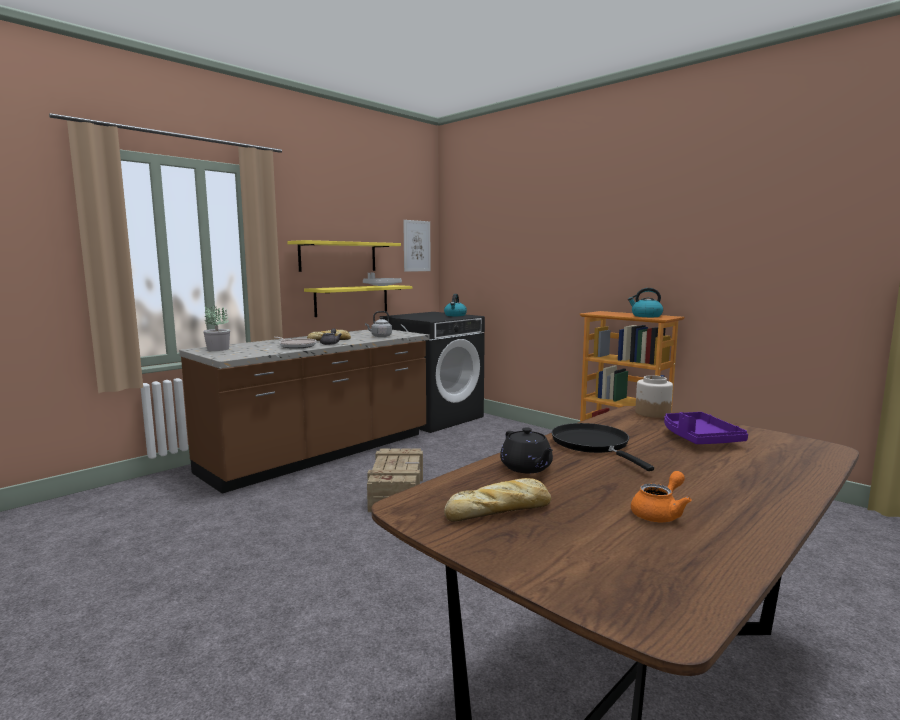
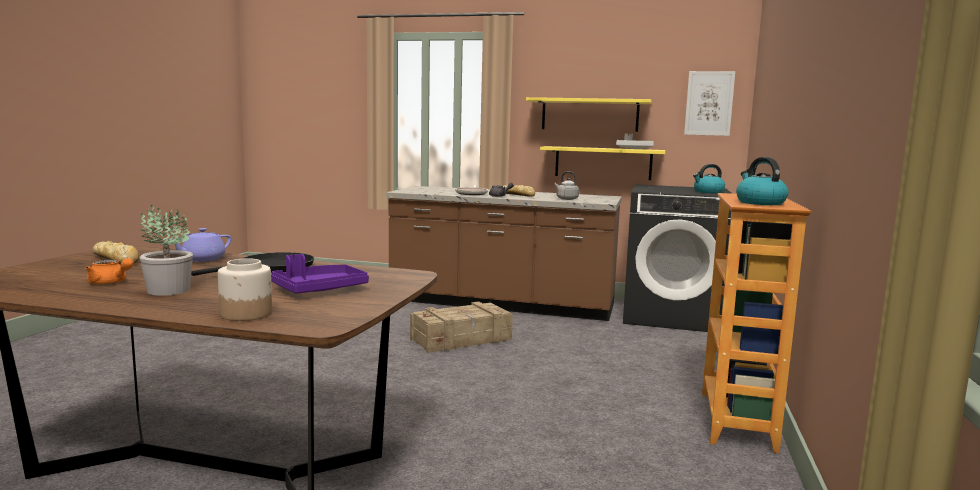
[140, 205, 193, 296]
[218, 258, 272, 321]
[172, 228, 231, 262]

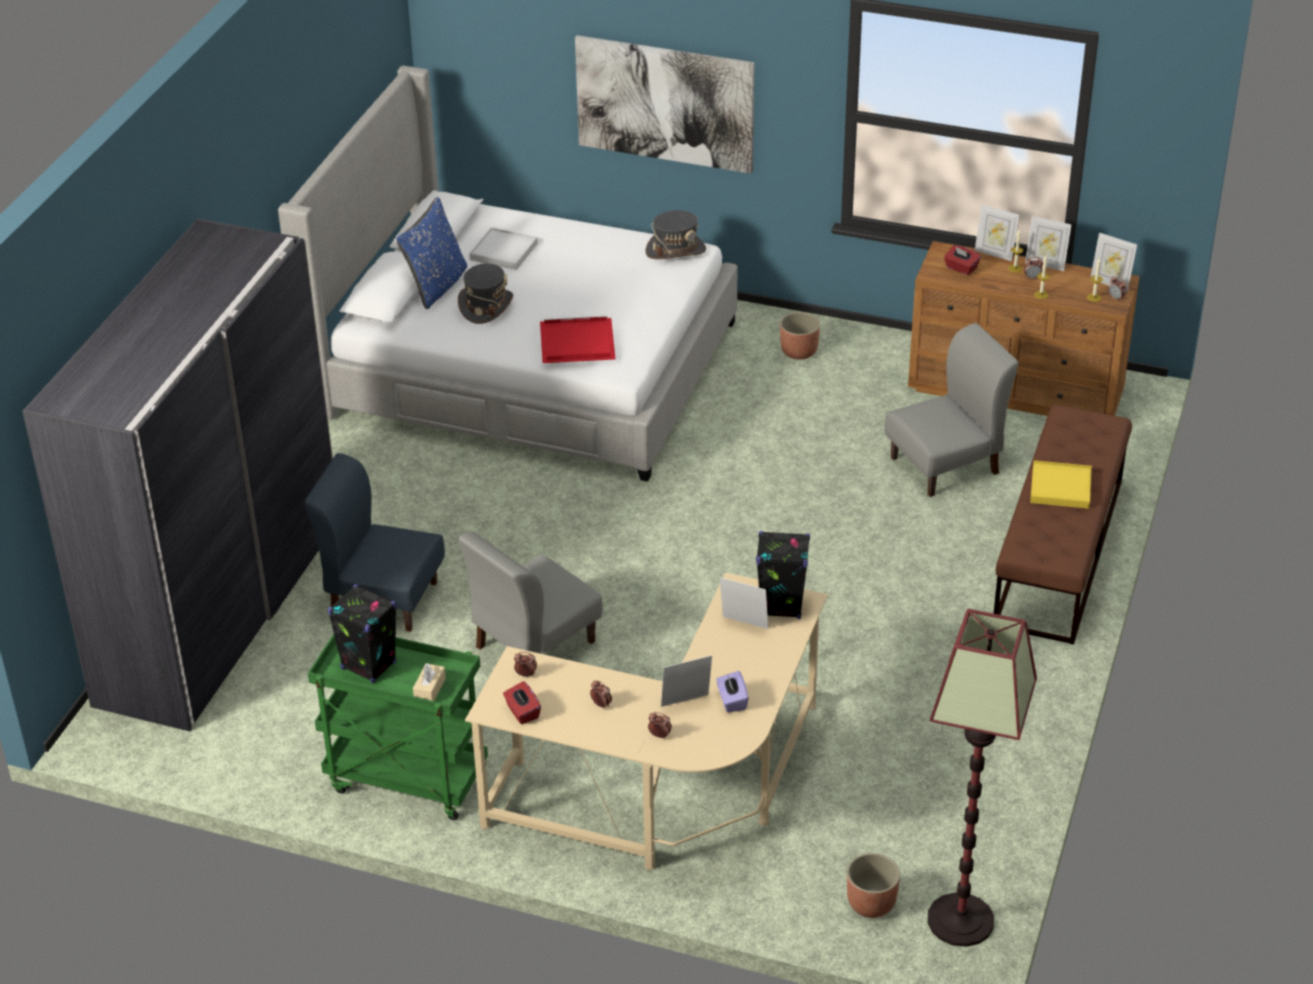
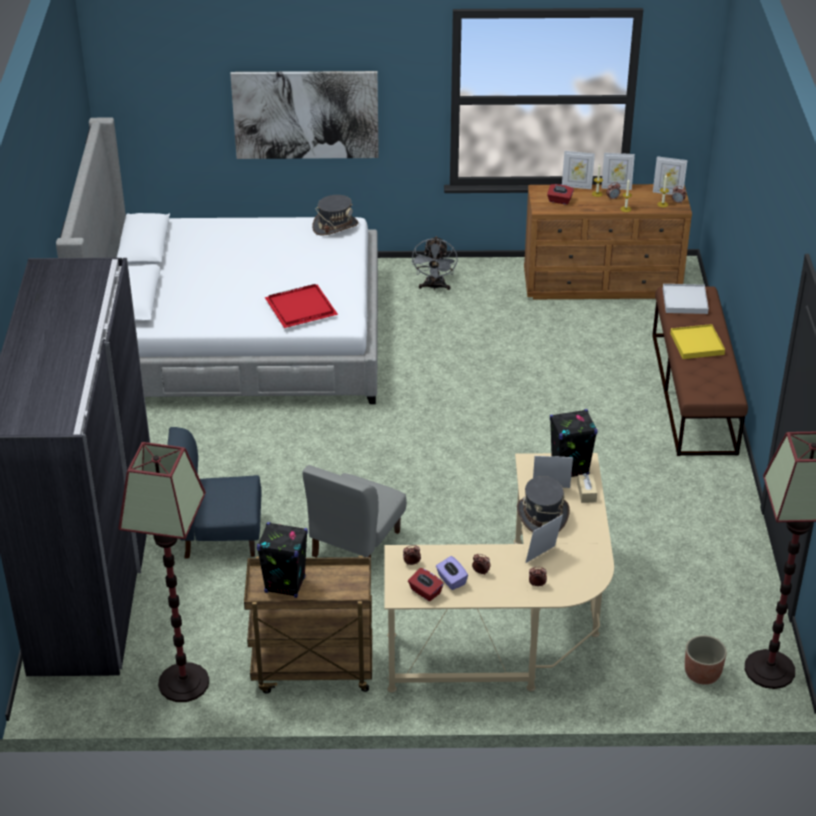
[396, 197, 467, 309] (first image)
[885, 323, 1018, 497] (first image)
[118, 442, 209, 702]
[577, 473, 597, 503]
[517, 476, 570, 533]
[663, 284, 709, 314]
[436, 556, 468, 590]
[412, 236, 458, 290]
[244, 556, 372, 693]

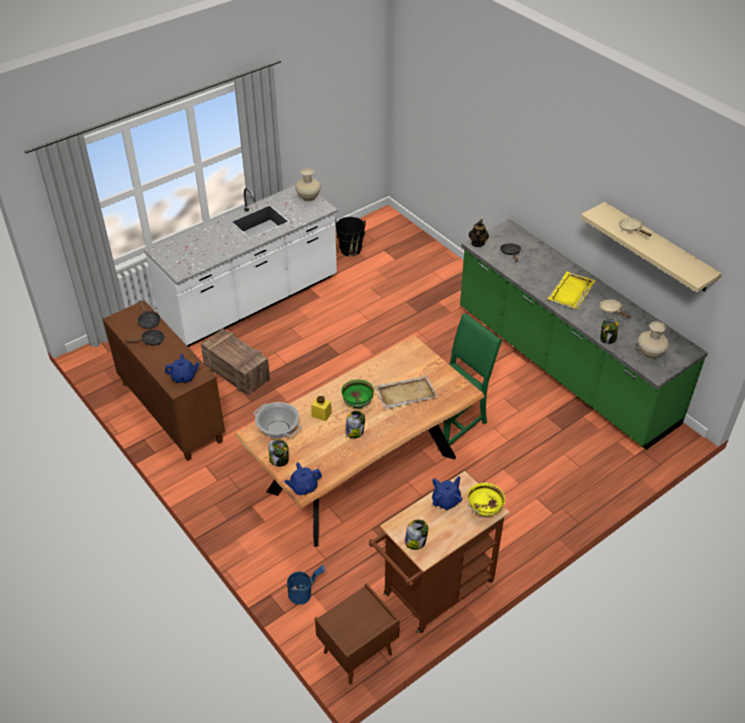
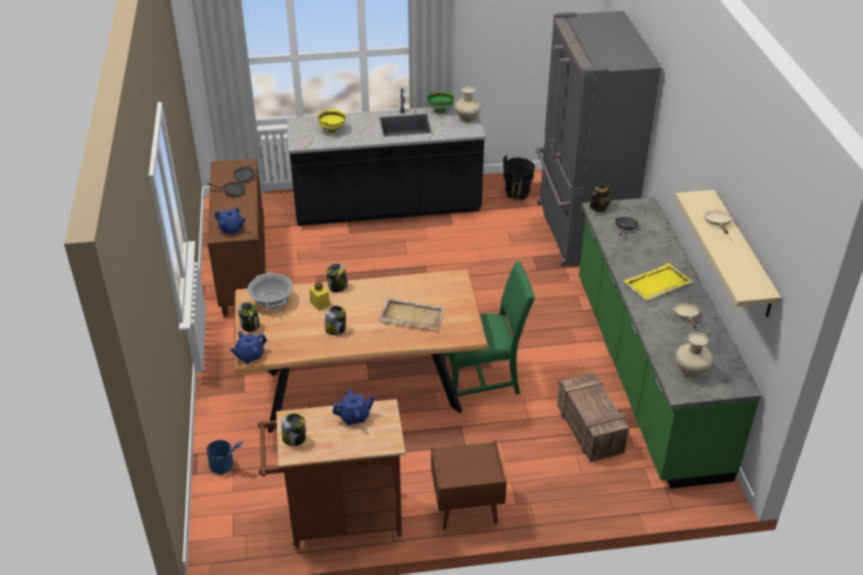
[535, 11, 661, 266]
[557, 372, 629, 462]
[431, 440, 507, 530]
[427, 90, 455, 113]
[317, 109, 346, 133]
[326, 264, 348, 292]
[286, 88, 486, 226]
[230, 331, 267, 364]

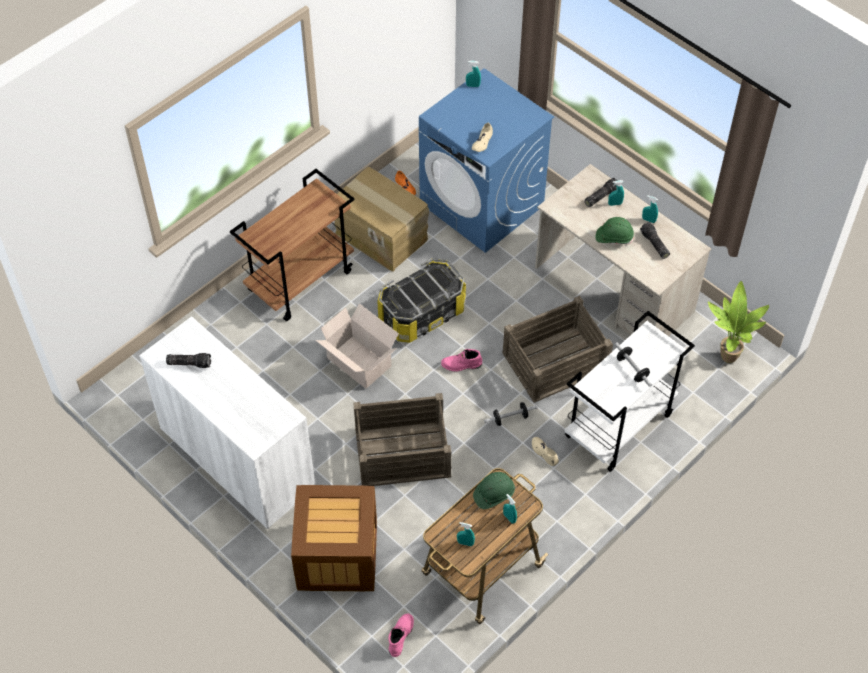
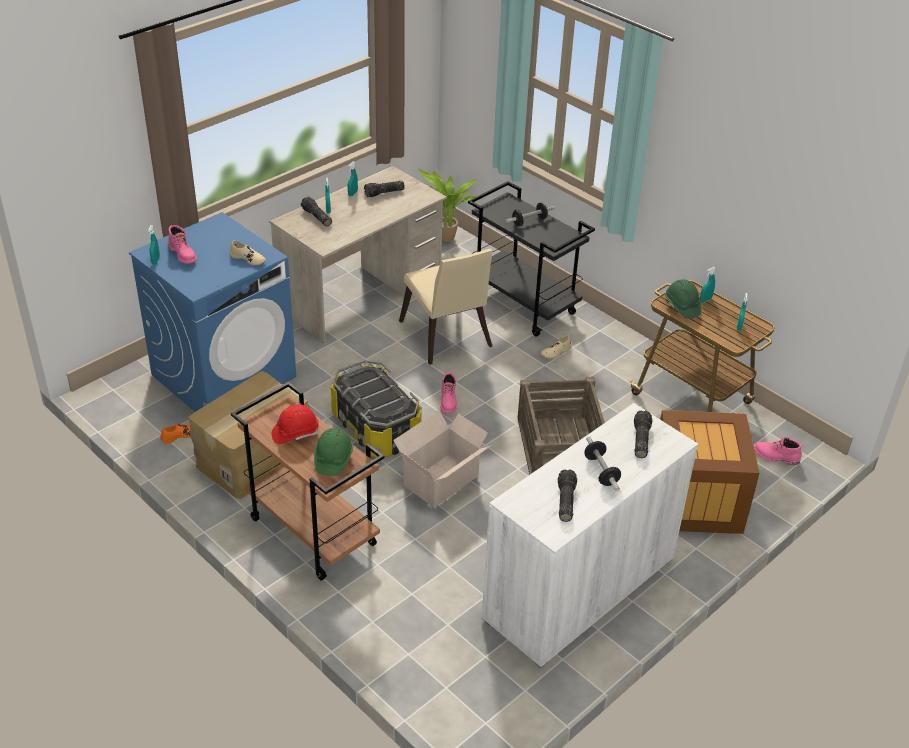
[168, 225, 197, 263]
[271, 404, 319, 444]
[634, 410, 653, 458]
[584, 436, 621, 492]
[314, 428, 353, 476]
[399, 249, 493, 365]
[468, 181, 595, 336]

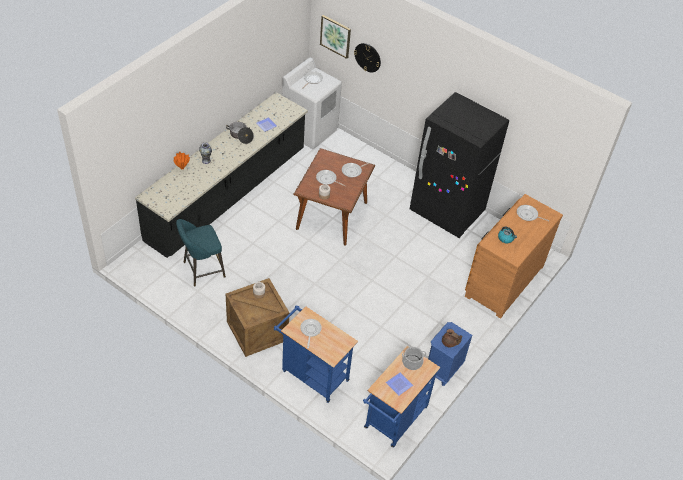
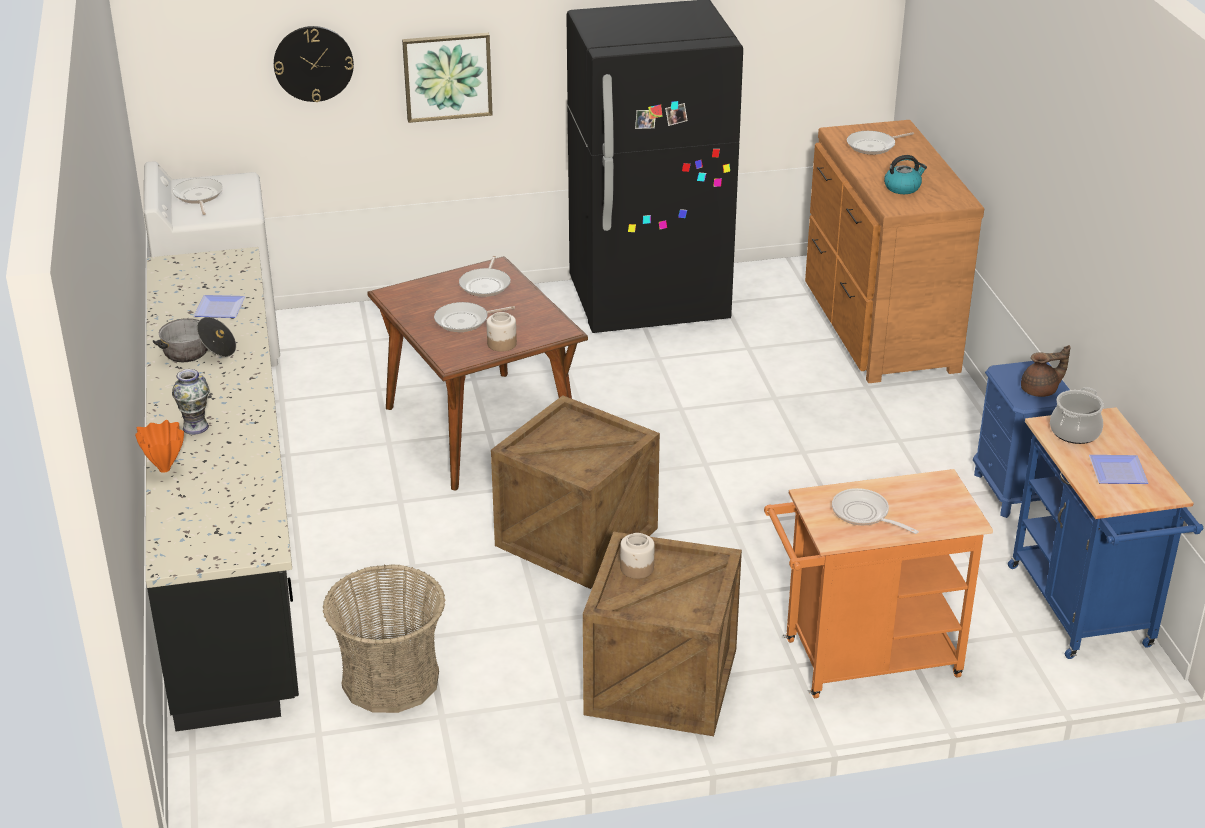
[491, 395, 660, 589]
[402, 33, 493, 123]
[323, 564, 446, 713]
[764, 469, 993, 698]

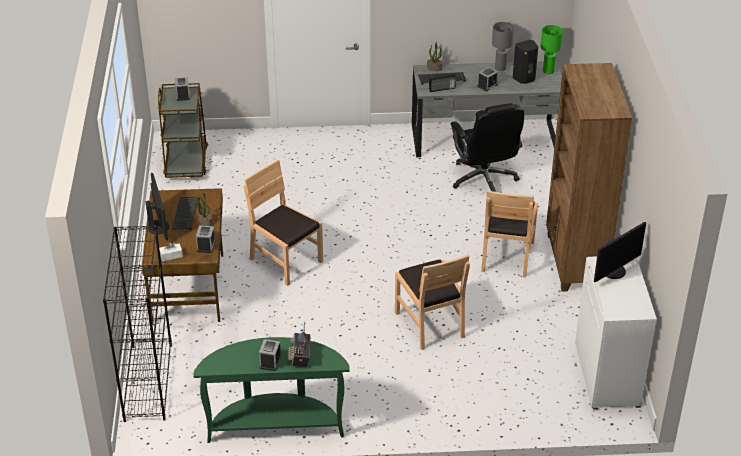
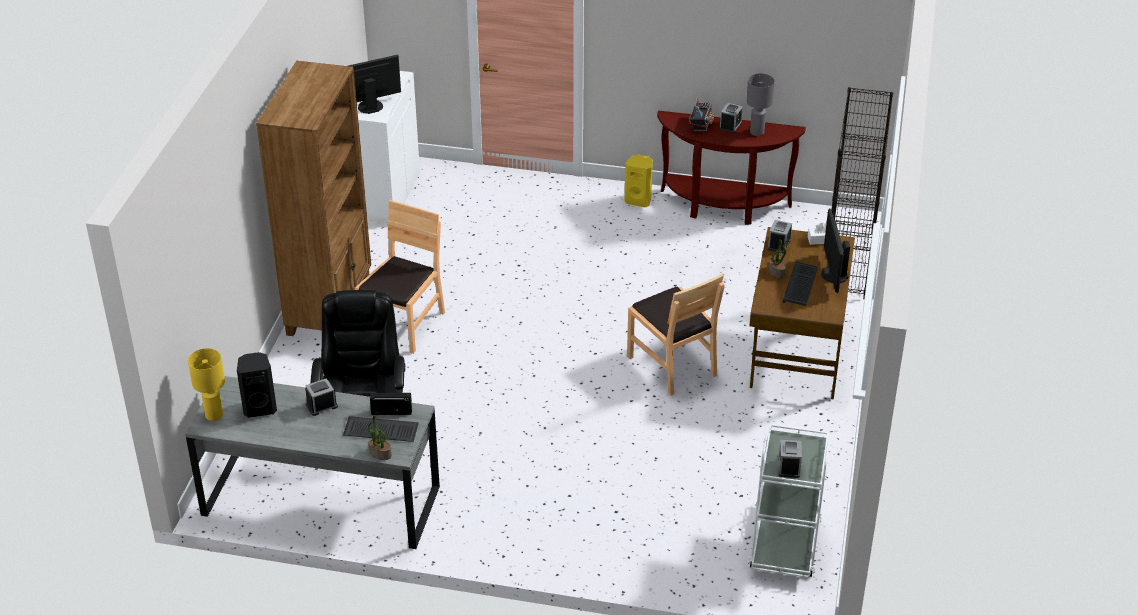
[395, 254, 470, 350] (first image)
[625, 155, 653, 207]
[746, 73, 775, 136]
[748, 424, 831, 578]
[657, 111, 806, 225]
[188, 348, 225, 421]

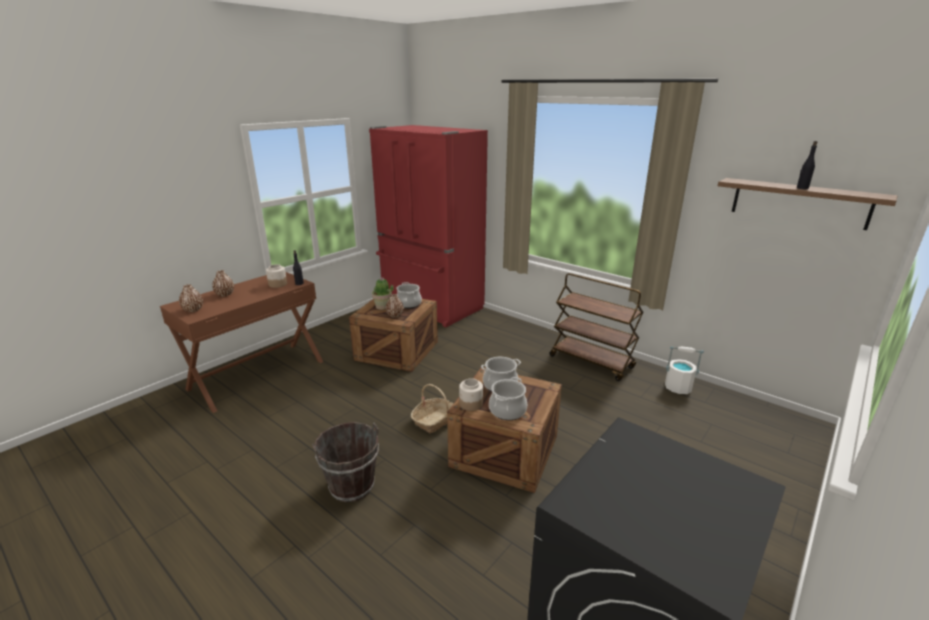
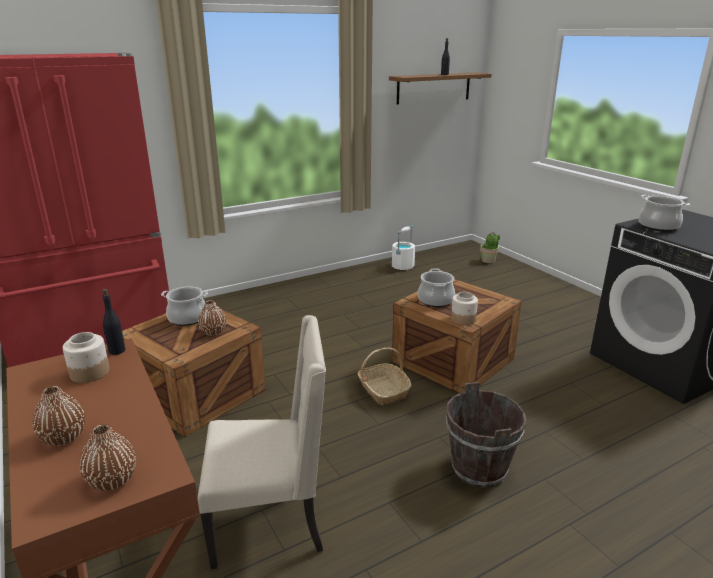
[549, 273, 643, 381] (first image)
[198, 315, 326, 569]
[480, 232, 500, 263]
[638, 195, 690, 232]

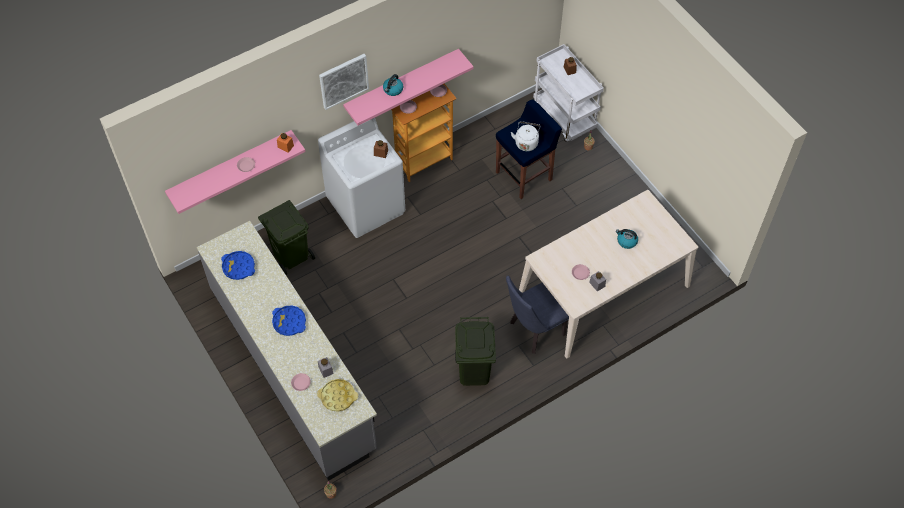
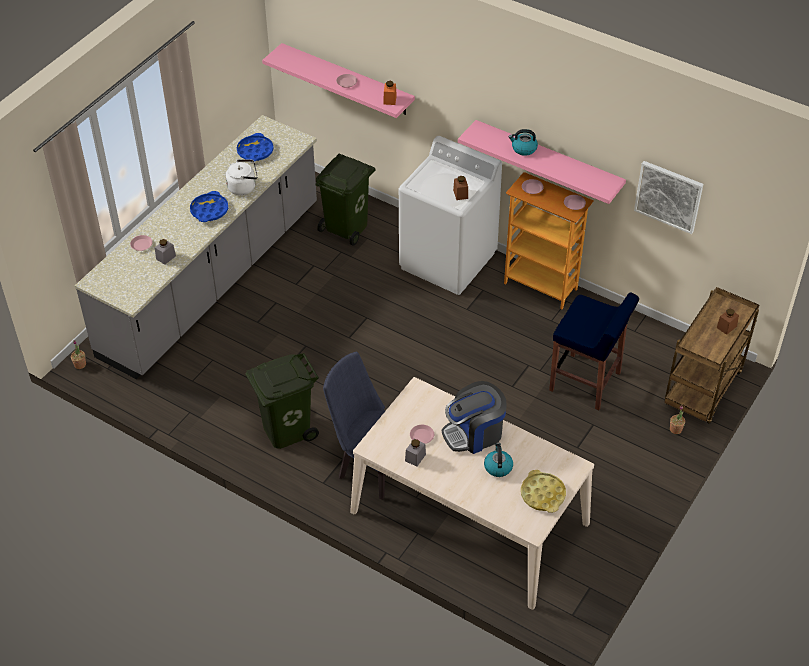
[442, 381, 507, 454]
[521, 470, 566, 513]
[634, 161, 703, 234]
[226, 159, 258, 195]
[664, 287, 759, 424]

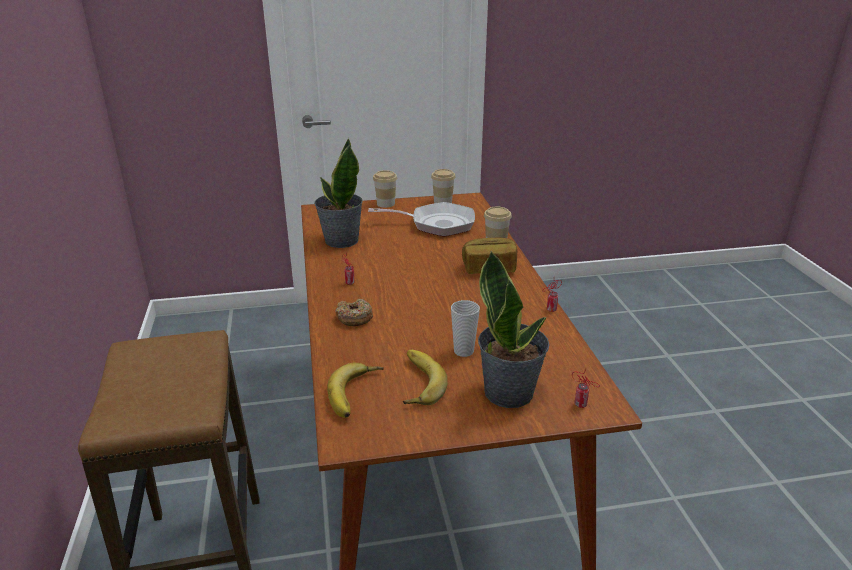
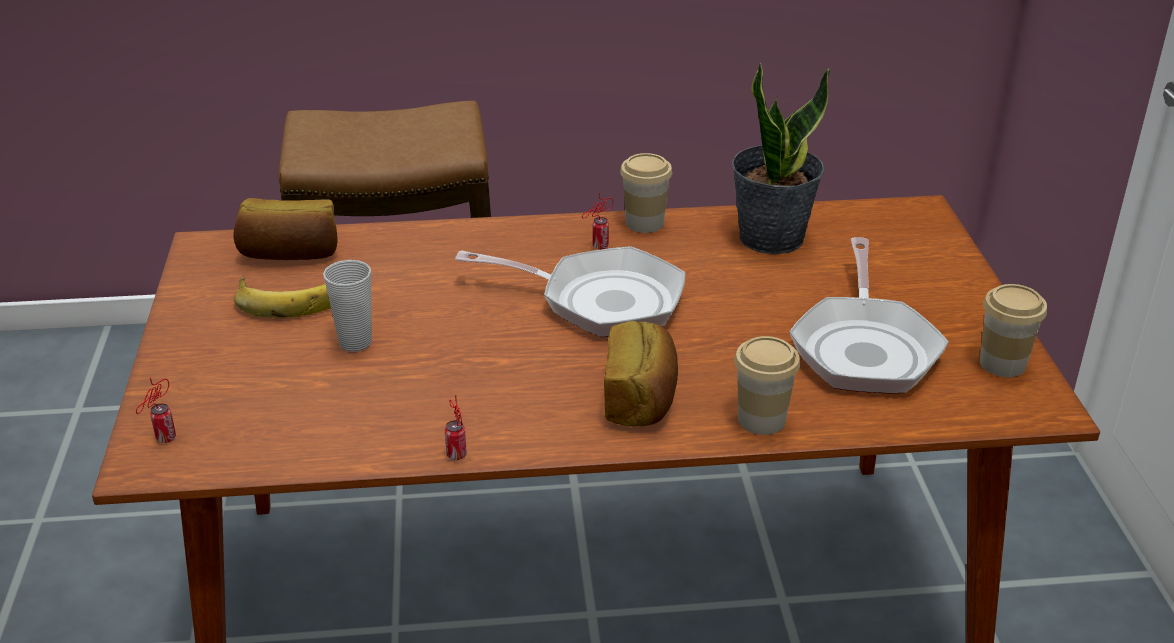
[336, 299, 373, 326] (first image)
[478, 251, 549, 408] (first image)
[455, 246, 685, 337]
[620, 153, 672, 233]
[233, 198, 338, 260]

